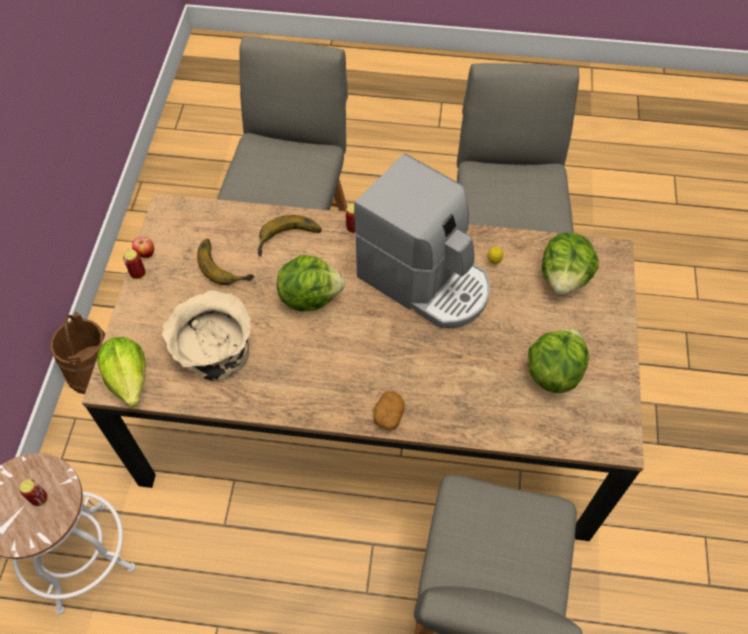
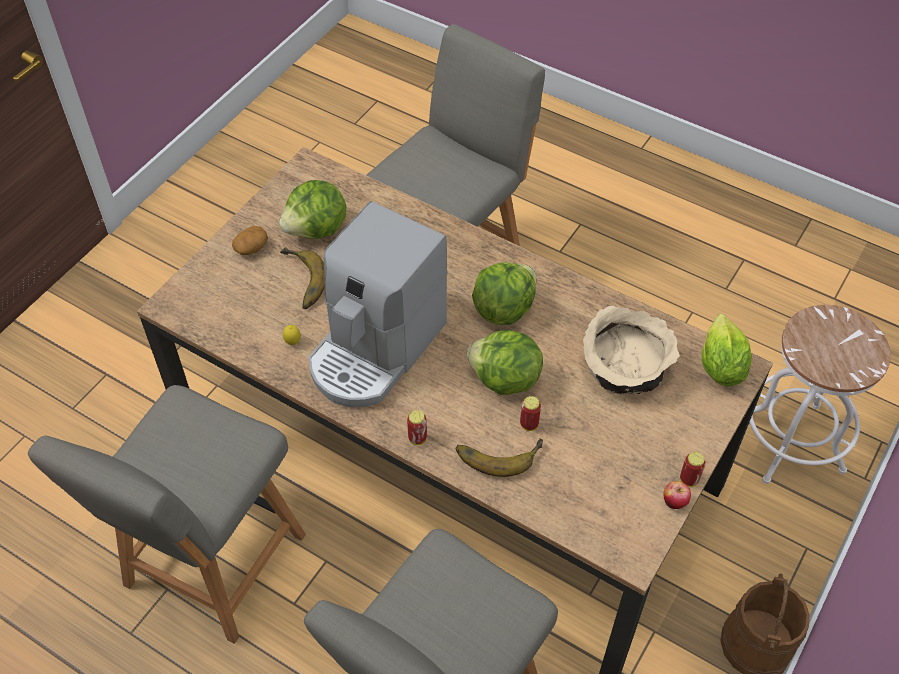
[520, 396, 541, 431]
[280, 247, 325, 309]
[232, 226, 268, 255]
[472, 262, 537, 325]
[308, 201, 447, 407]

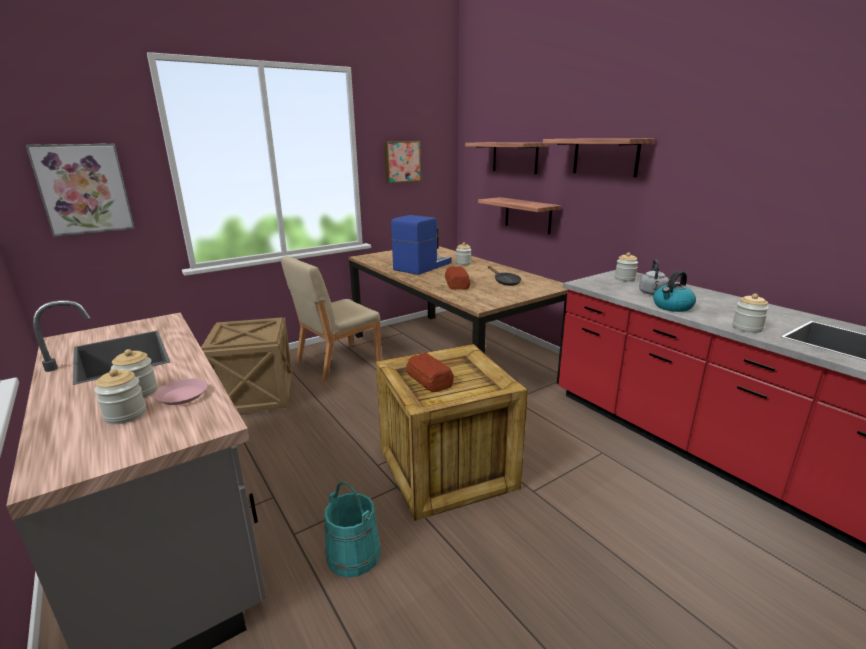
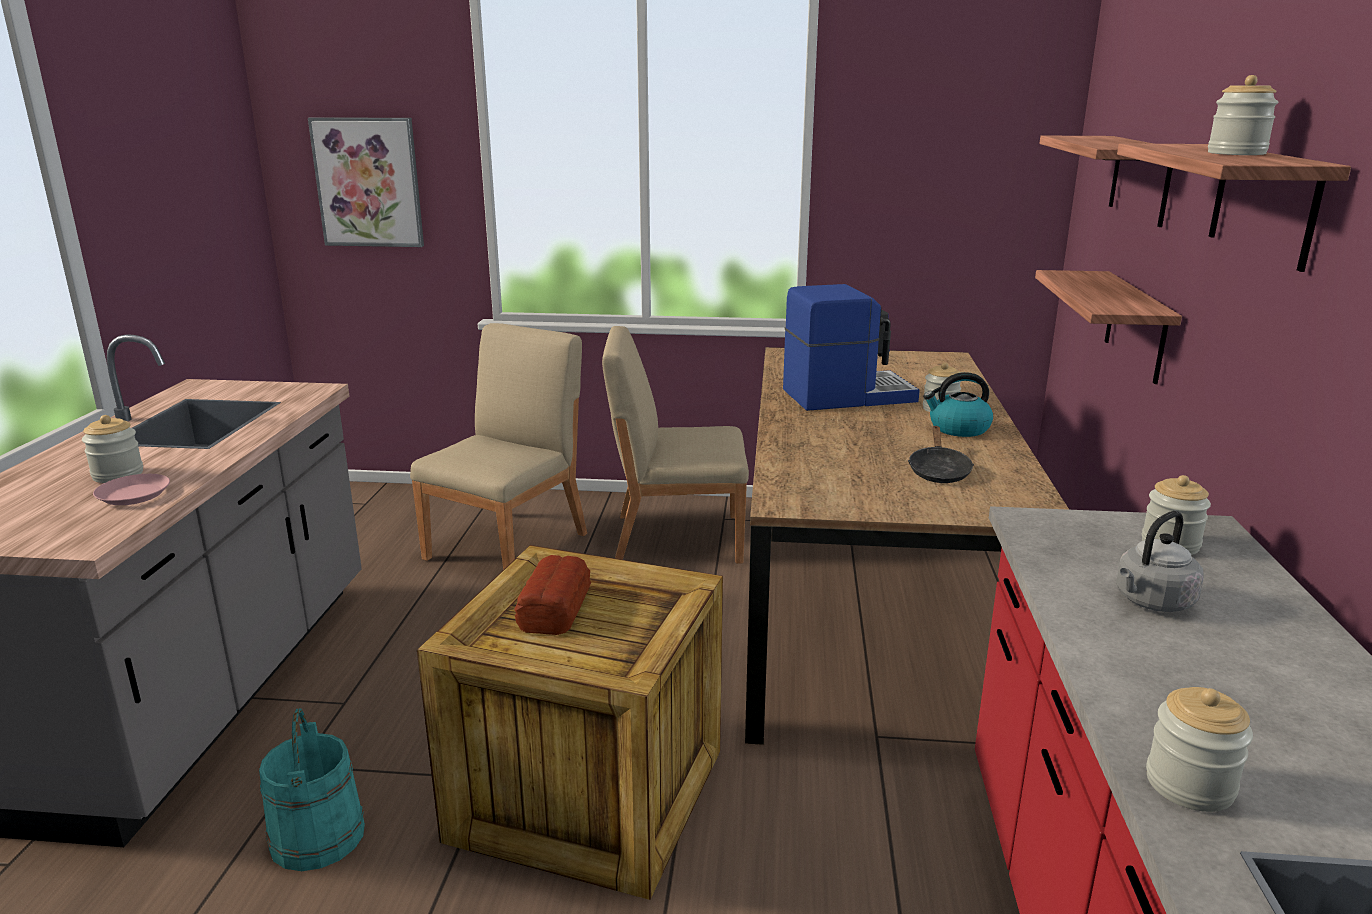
[384, 141, 421, 184] (first image)
[445, 266, 470, 290] (first image)
[1208, 75, 1278, 155]
[923, 372, 993, 437]
[410, 323, 587, 570]

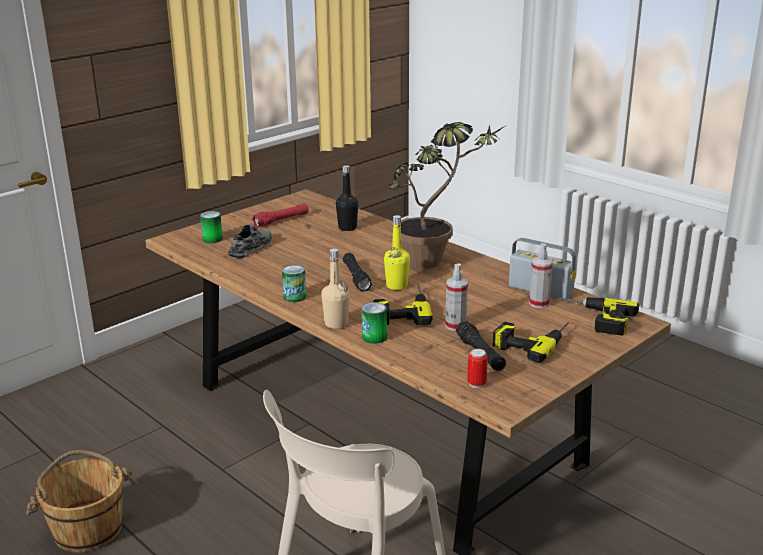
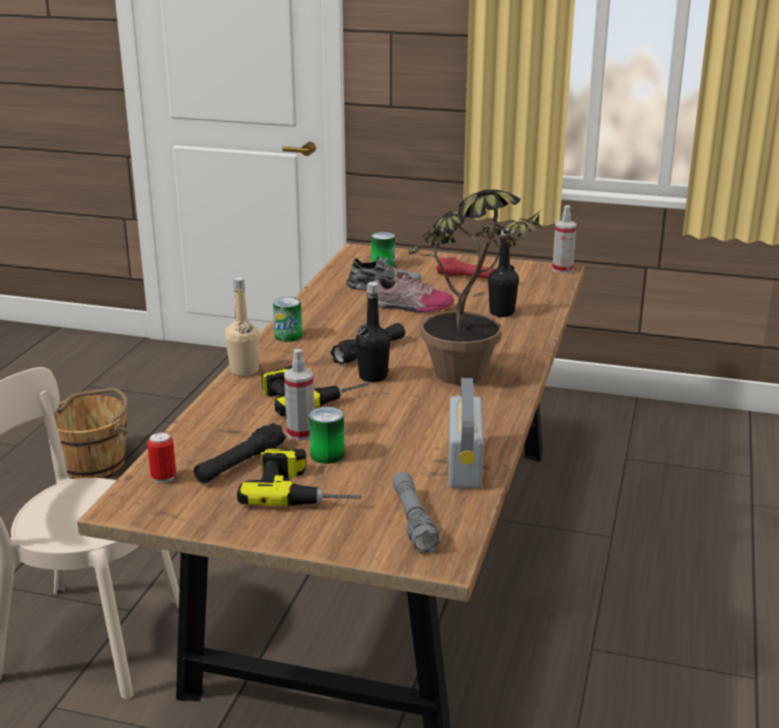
[374, 271, 454, 313]
[309, 407, 345, 464]
[552, 205, 577, 273]
[392, 472, 440, 554]
[356, 282, 391, 382]

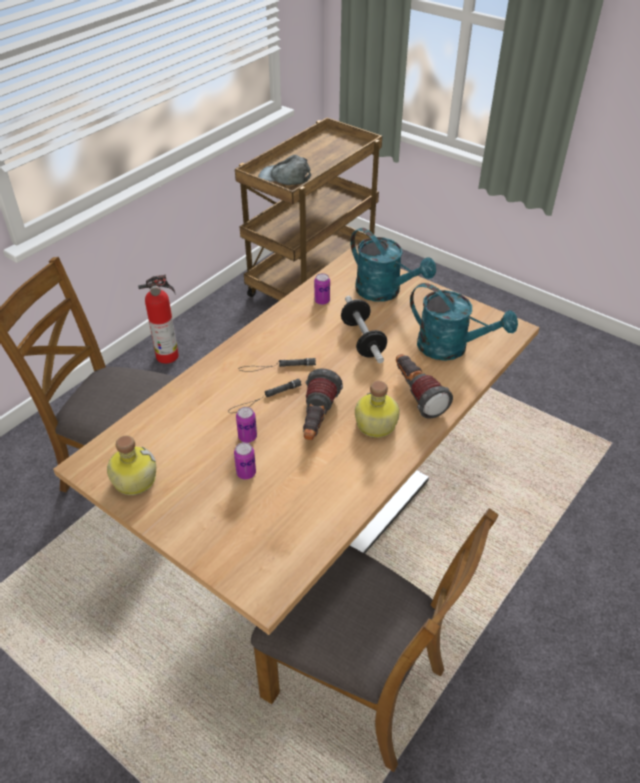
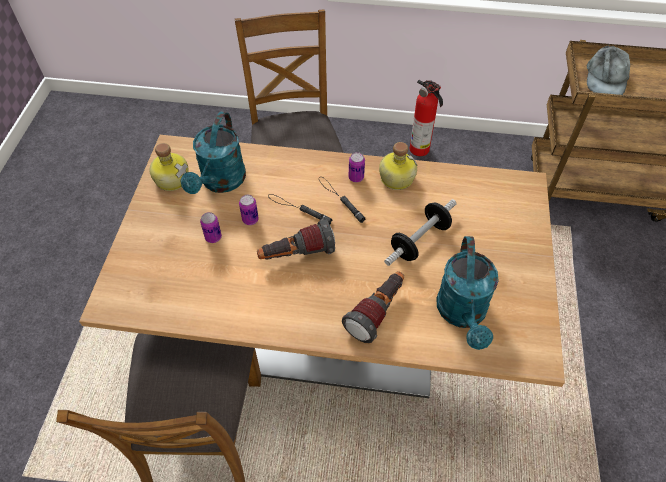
[349, 152, 365, 182]
[181, 112, 246, 194]
[379, 142, 418, 190]
[587, 44, 630, 95]

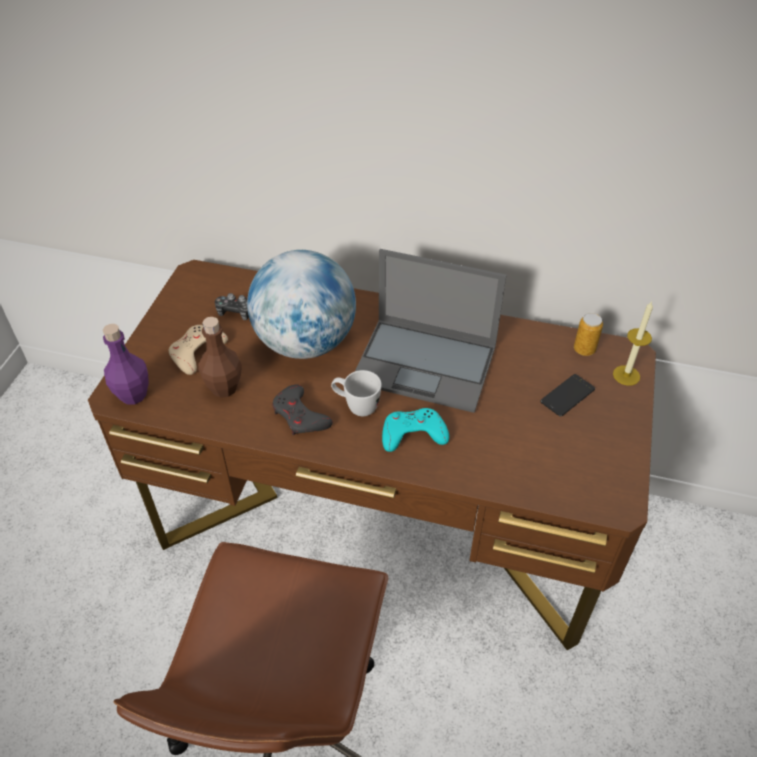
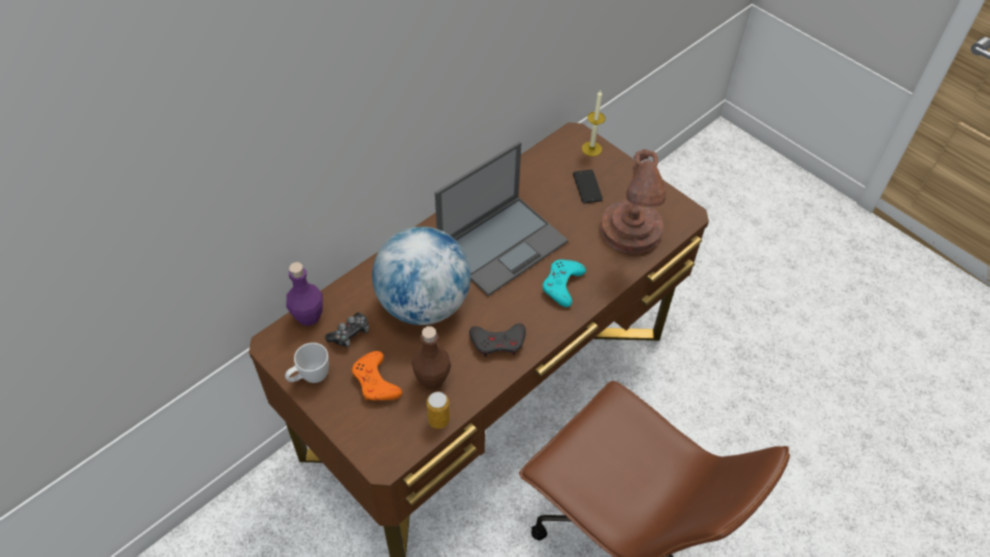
[600, 149, 666, 254]
[286, 262, 323, 326]
[285, 343, 329, 383]
[426, 392, 450, 429]
[352, 351, 402, 400]

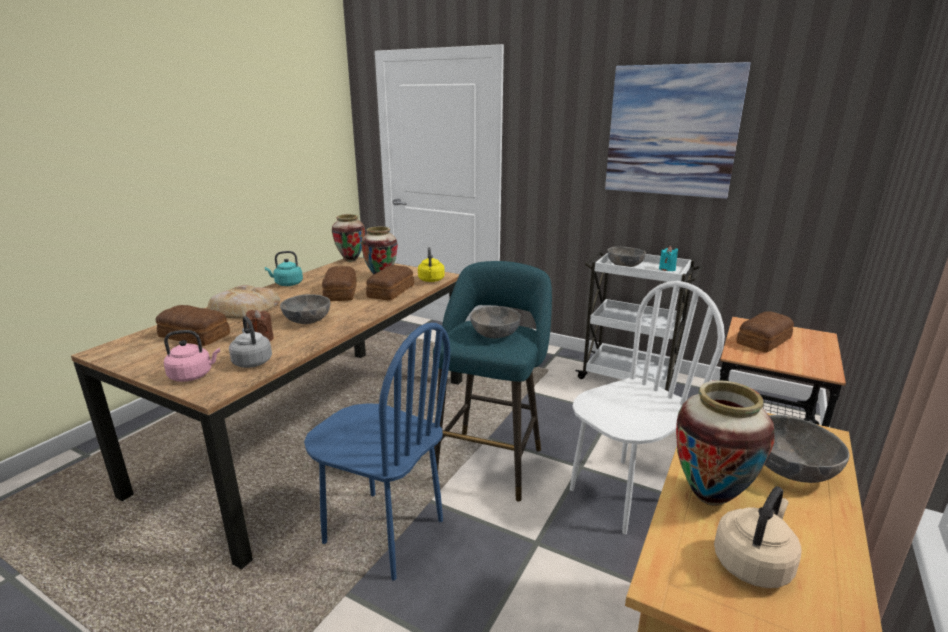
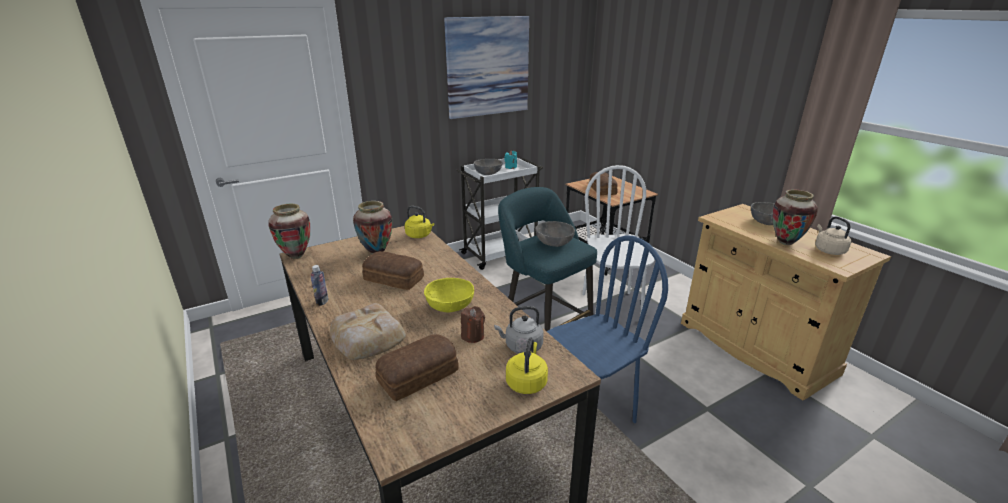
[366, 265, 414, 300] (first image)
[311, 265, 329, 306]
[506, 338, 548, 394]
[424, 278, 474, 312]

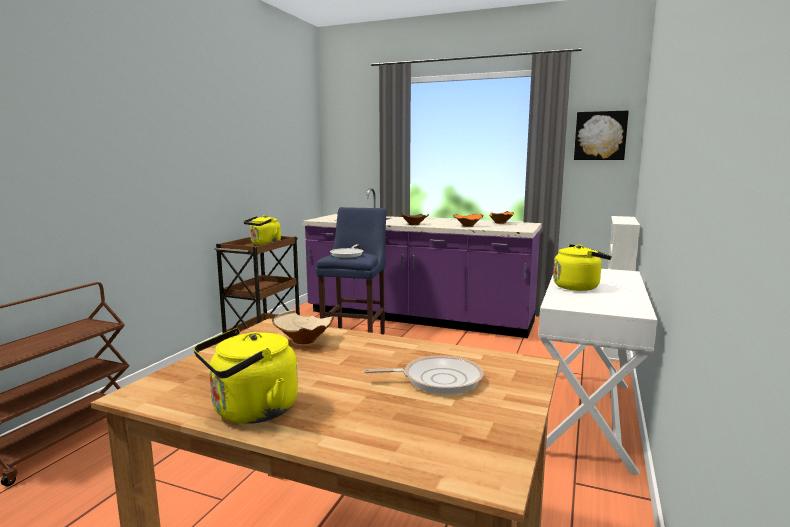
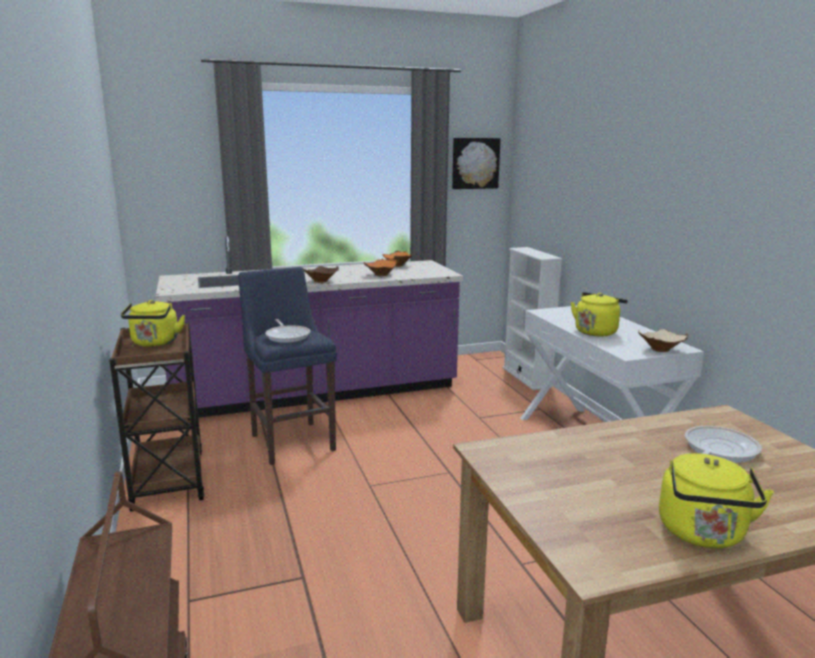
[638, 329, 688, 352]

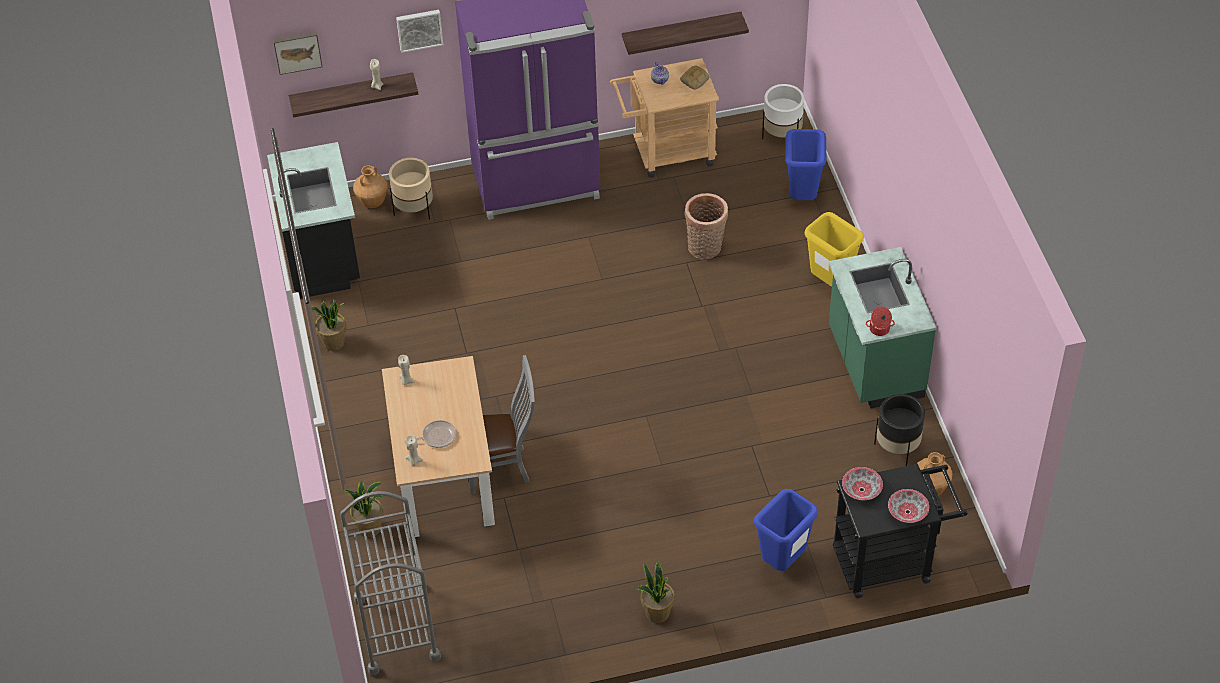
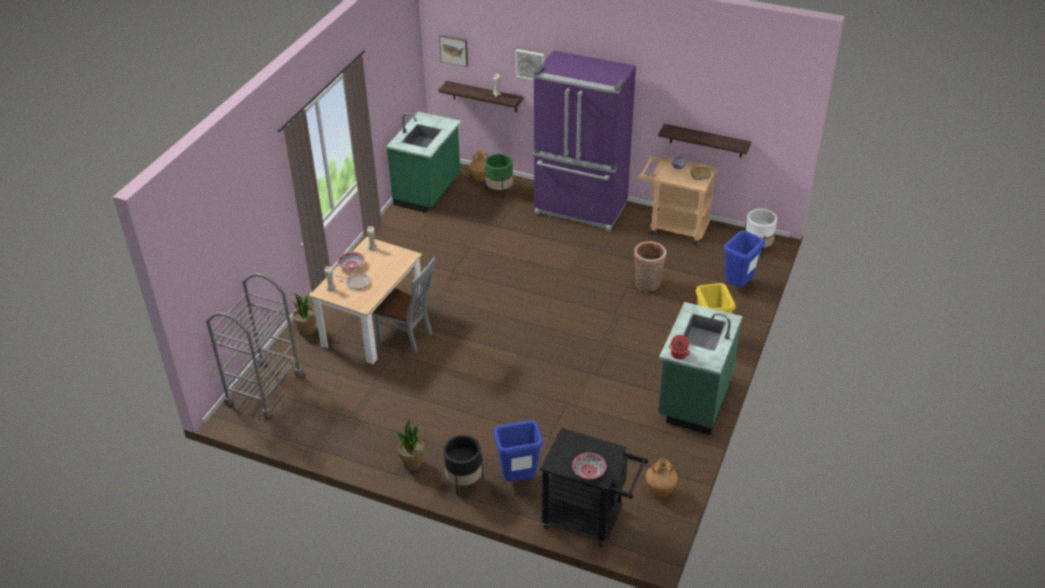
[311, 299, 346, 351] (first image)
[337, 252, 365, 270]
[443, 435, 483, 496]
[386, 112, 461, 213]
[485, 154, 513, 192]

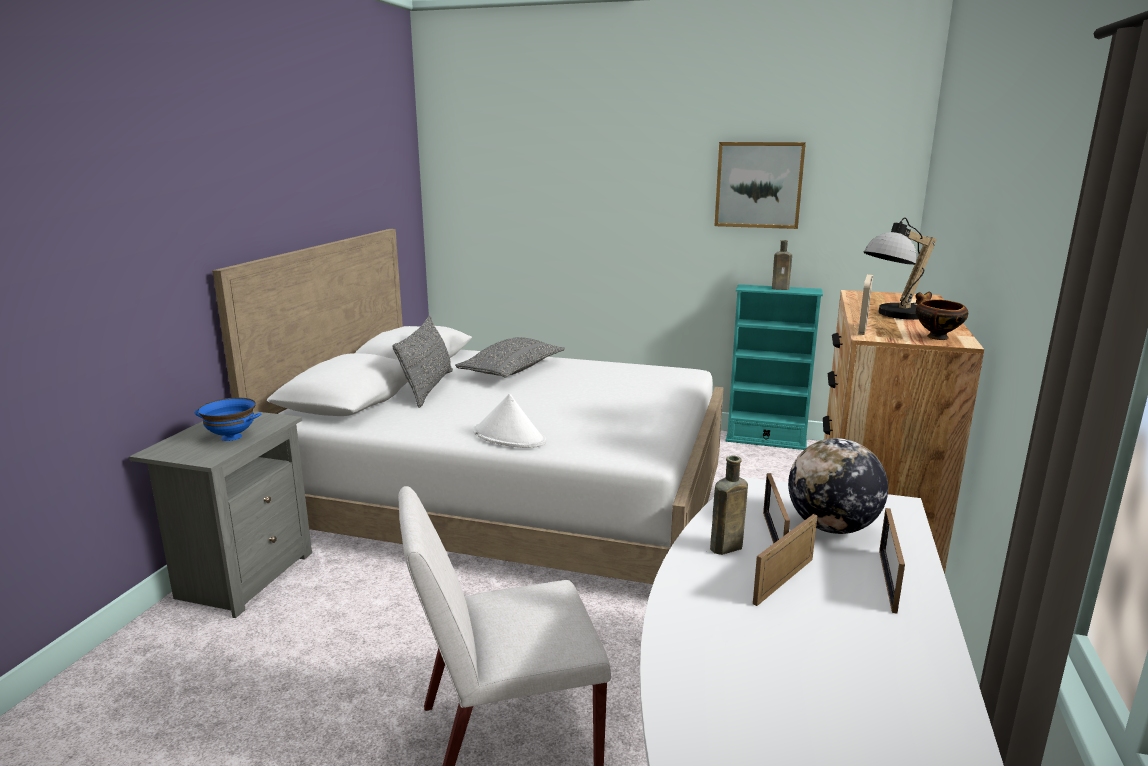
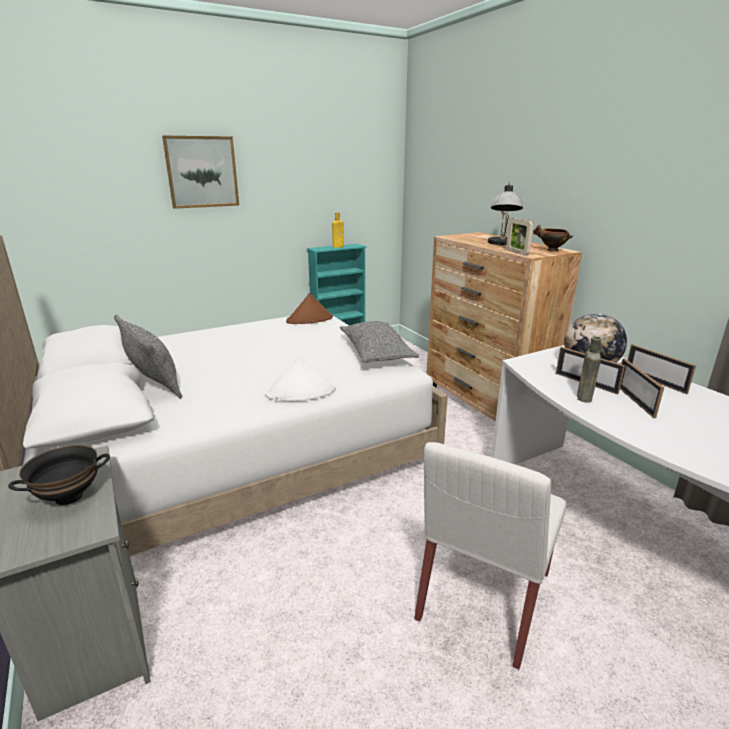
[286, 293, 333, 324]
[340, 321, 419, 363]
[162, 135, 239, 209]
[8, 445, 110, 505]
[332, 212, 344, 248]

